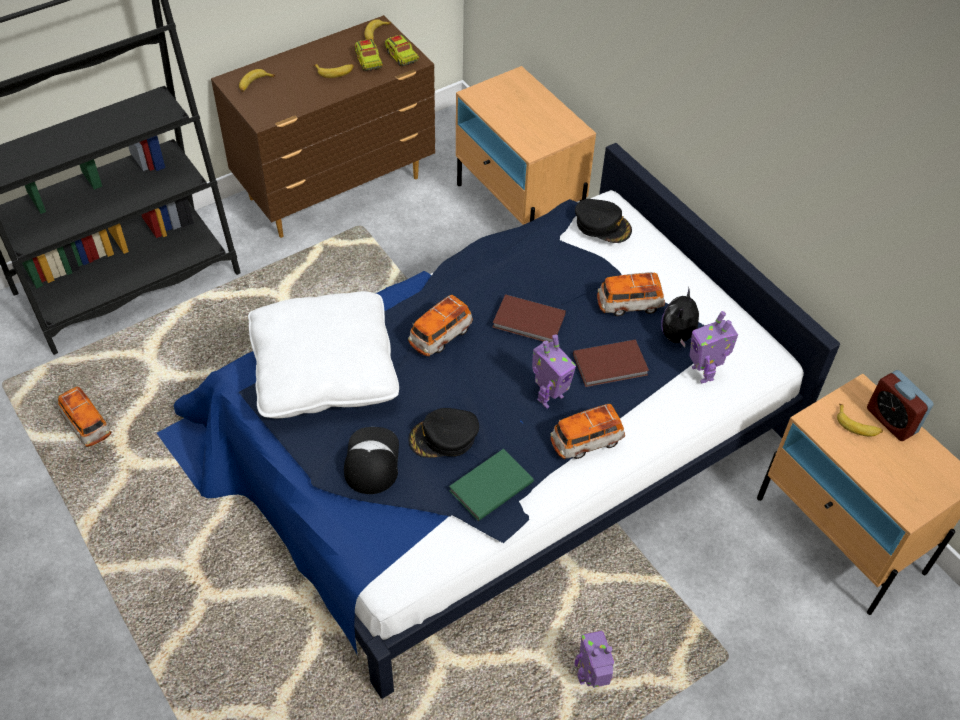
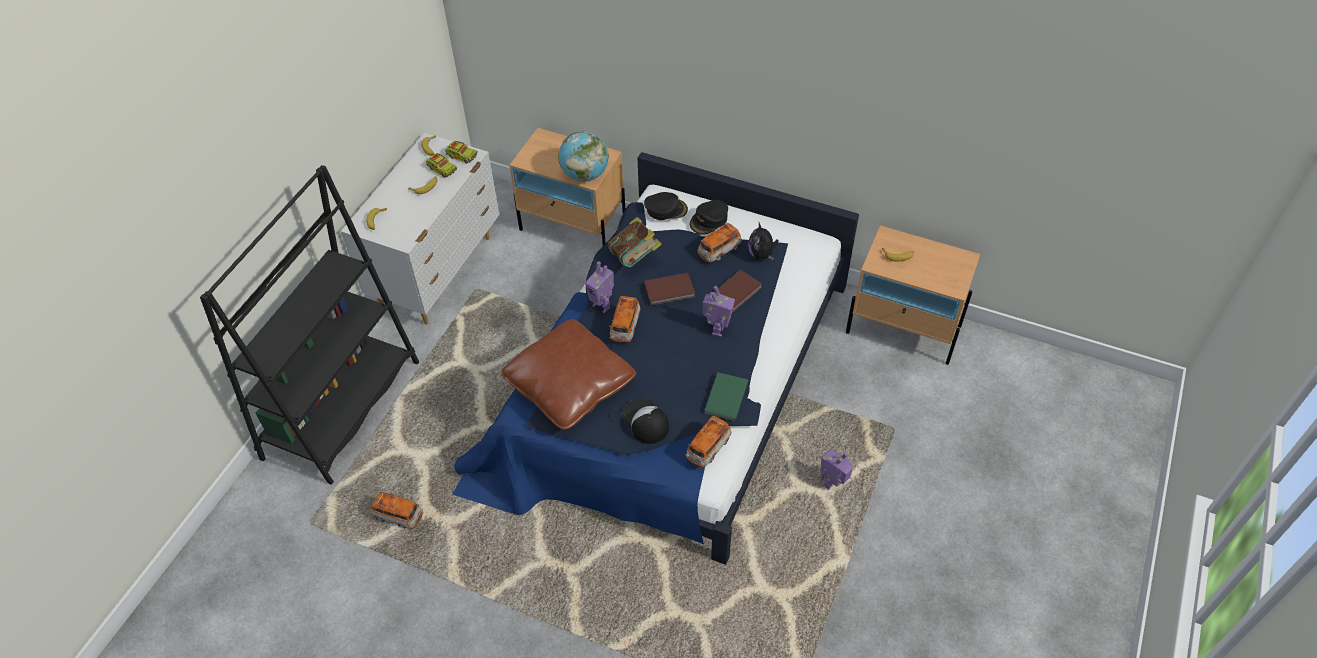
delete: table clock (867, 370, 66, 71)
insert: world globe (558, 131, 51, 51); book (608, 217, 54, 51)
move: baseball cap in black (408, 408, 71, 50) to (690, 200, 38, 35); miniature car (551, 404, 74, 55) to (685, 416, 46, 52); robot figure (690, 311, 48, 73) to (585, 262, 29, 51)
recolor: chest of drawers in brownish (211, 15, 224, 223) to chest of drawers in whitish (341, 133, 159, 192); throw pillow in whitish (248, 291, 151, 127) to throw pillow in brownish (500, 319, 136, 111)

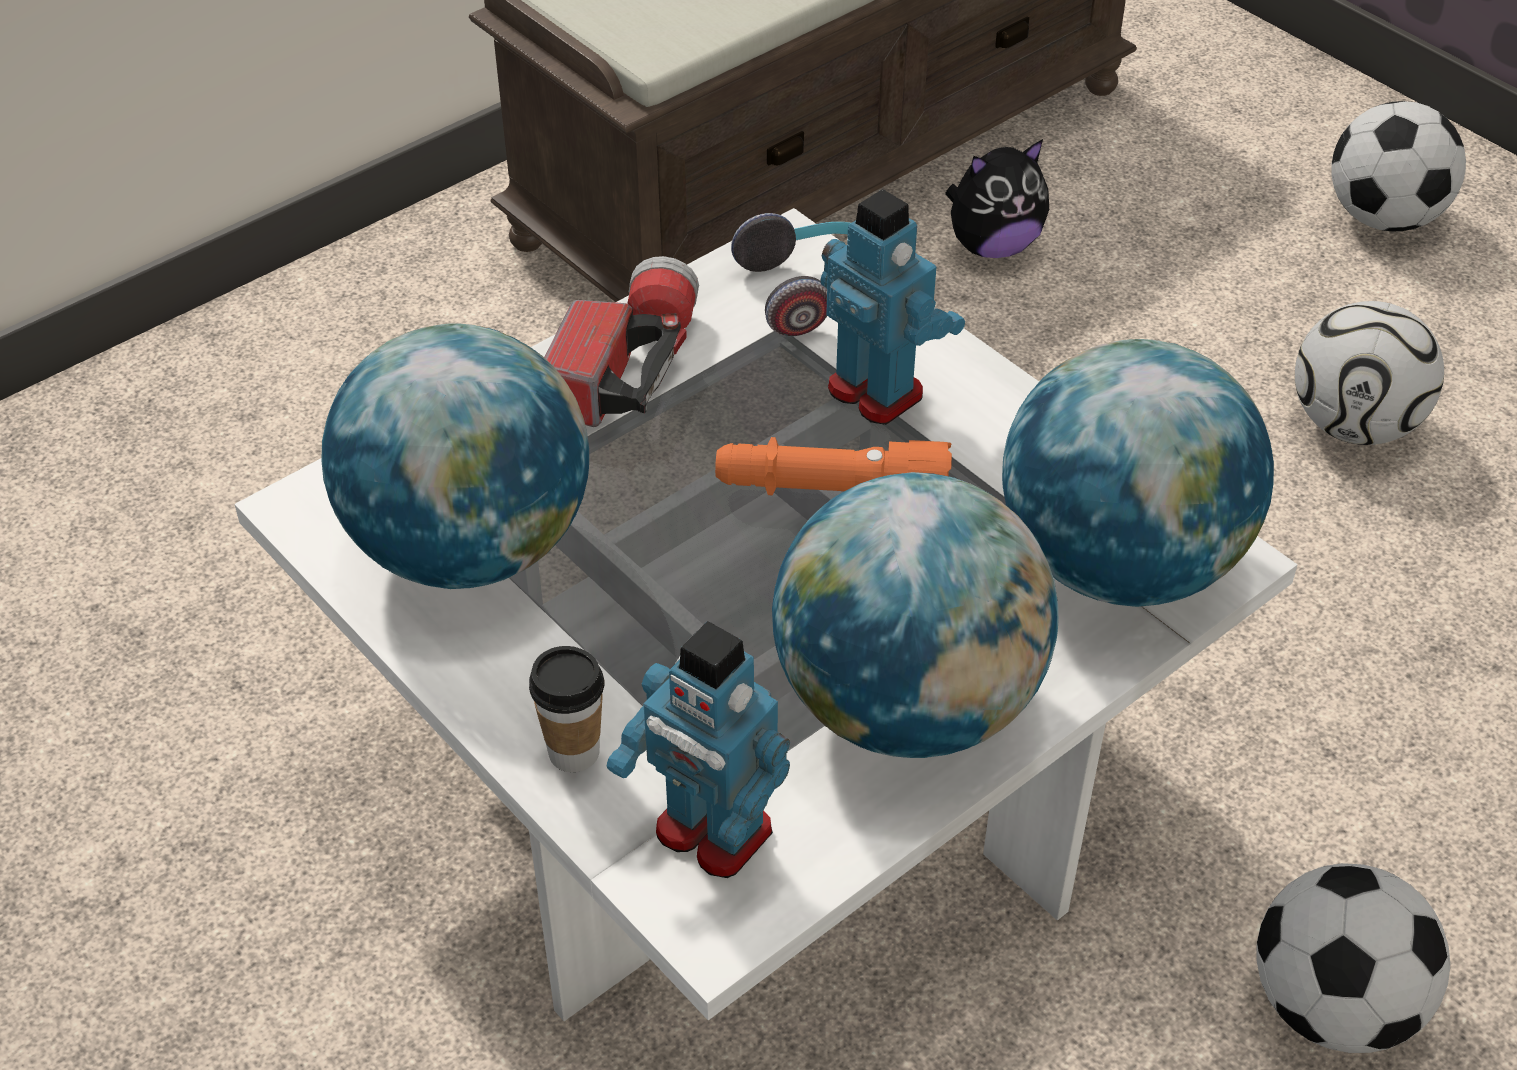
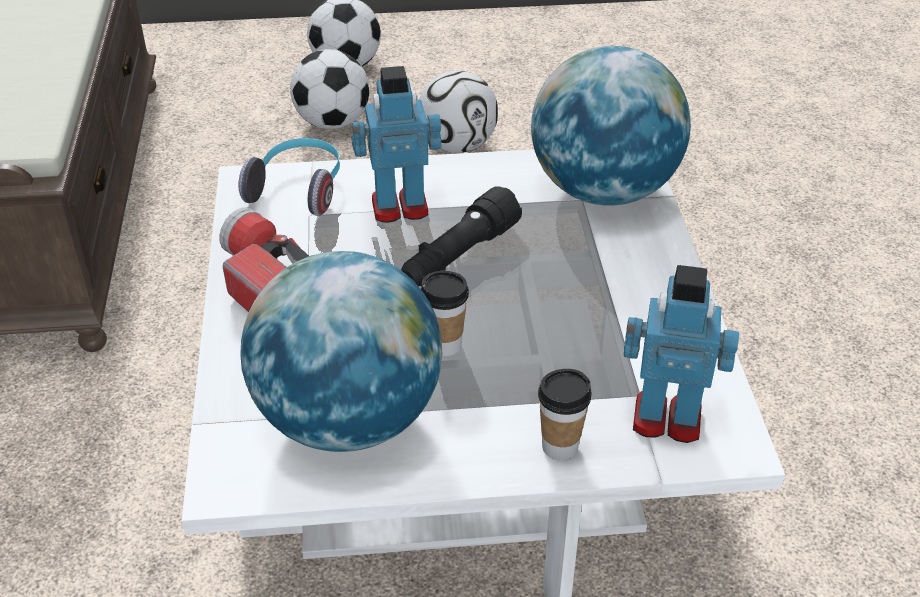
delete: world globe (772, 472, 287, 286); soft toy (945, 139, 104, 119)
insert: drinking cup (421, 271, 48, 85)
move: ball for football (1257, 863, 193, 190) to (290, 49, 79, 80)
recolor: hand torch in orange (715, 437, 237, 58) to hand torch in black (401, 186, 121, 100)
rotate: robot figure (607, 621, 183, 257) = (624, 265, 115, 178) 150 degrees counterclockwise

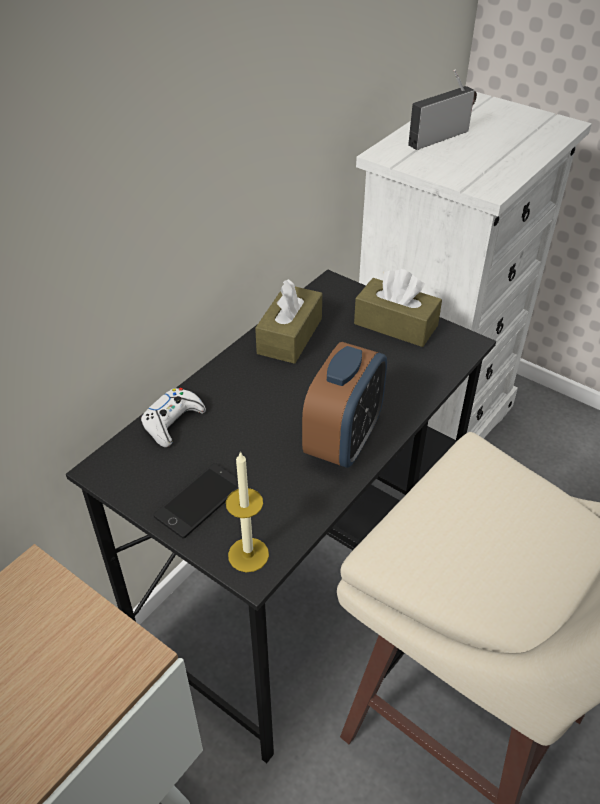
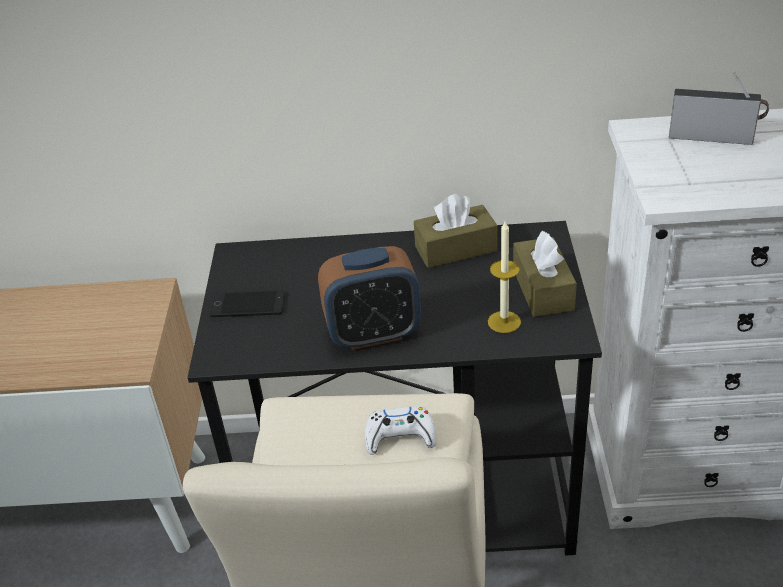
move: gamepad in whitish (141, 388, 65, 59) to (365, 406, 71, 49); candle (226, 452, 43, 120) to (488, 221, 33, 112)

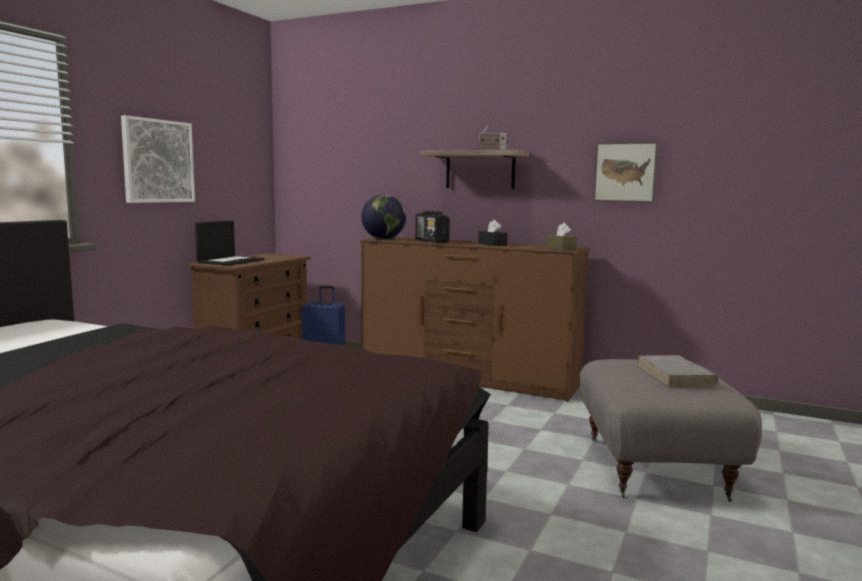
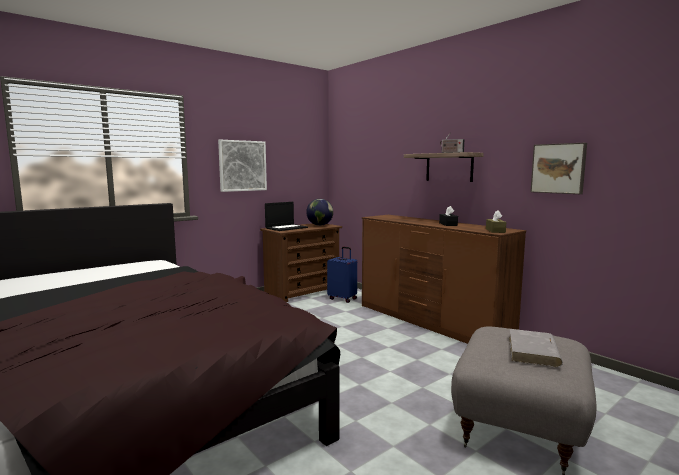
delete: radio (415, 211, 34, 32)
move: world globe (361, 195, 45, 44) to (306, 199, 27, 27)

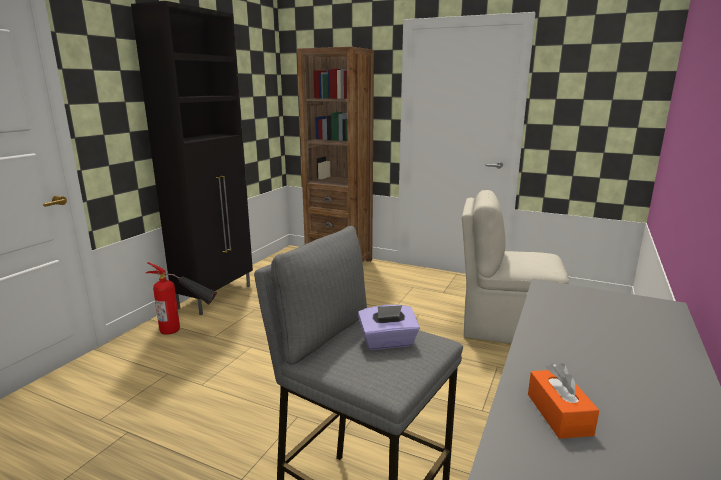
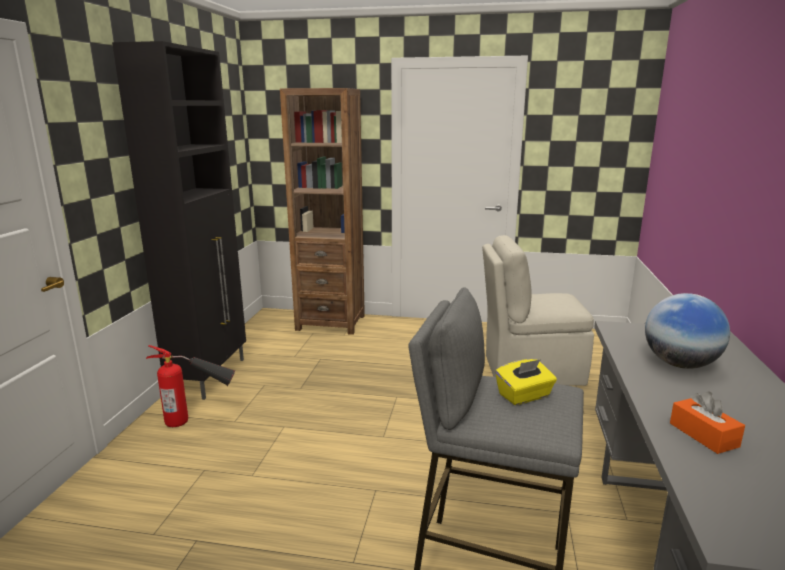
insert: world globe (645, 293, 85, 76)
recolor: tissue holder in purplish (358, 305, 62, 45) to tissue holder in yellow-coloured (495, 359, 62, 46)

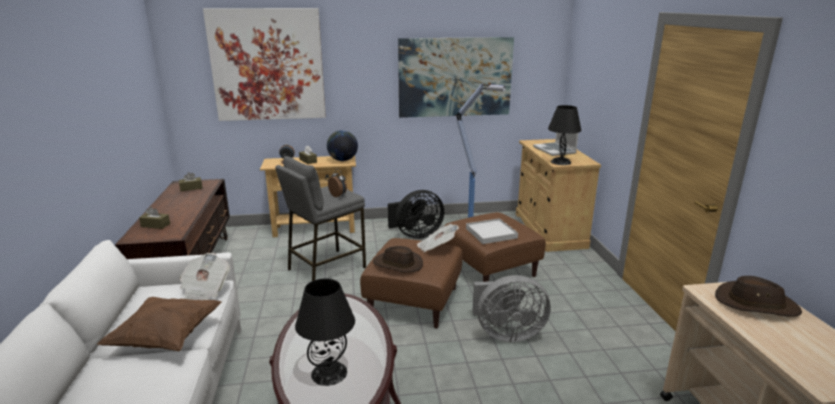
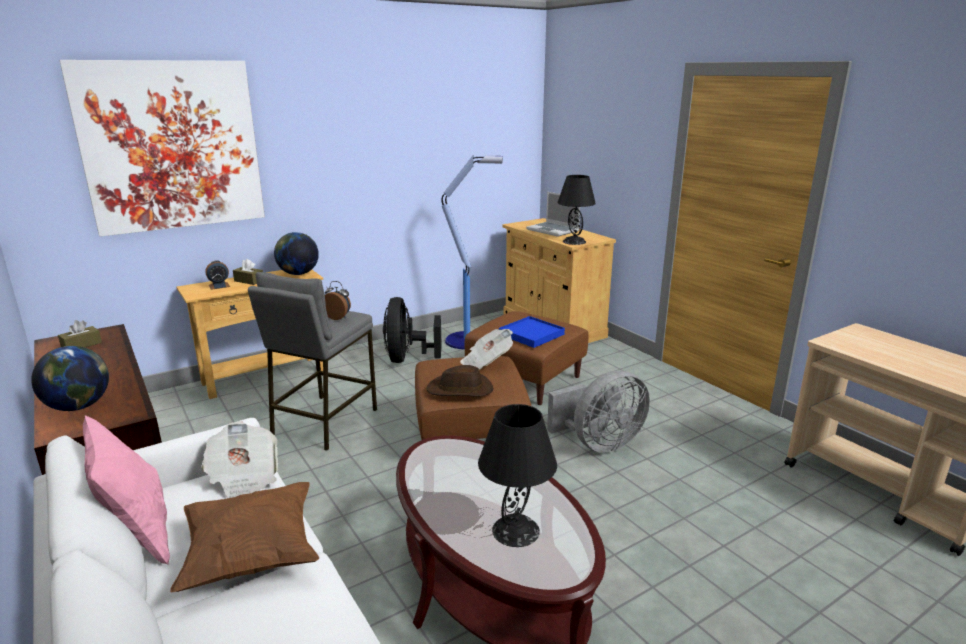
delete: wall picture (398, 37, 116, 81); wearable hat in brownish (715, 276, 87, 41)
insert: throw pillow in pinkish (83, 415, 87, 150)
replace: tissue holder in brownish (139, 207, 31, 22) to world globe (31, 346, 78, 65)
recolor: carrying tray in whitish (466, 218, 52, 26) to carrying tray in blue-coloured (499, 316, 66, 32)
rotate: electric fan in black (388, 190, 56, 49) = (383, 297, 59, 66) 135 degrees clockwise

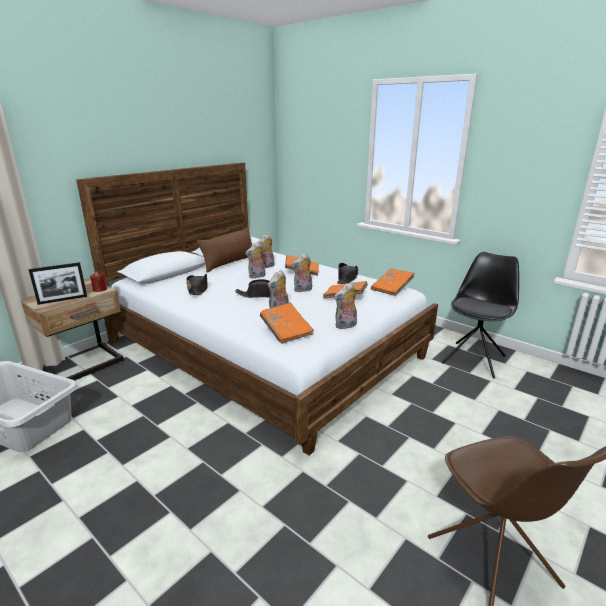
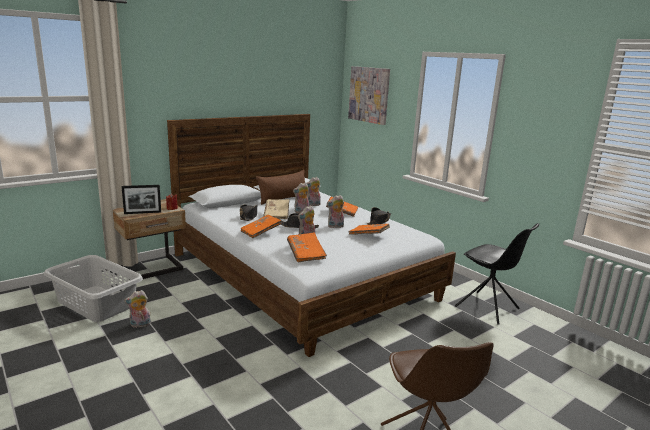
insert: book in beige (263, 199, 26, 20); wall picture (348, 66, 42, 59)
move: soft toy (334, 282, 23, 47) to (124, 290, 27, 38); book in orange (371, 268, 44, 28) to (241, 215, 41, 23)
rotate: plain chair in black (442, 252, 77, 126) = (455, 223, 84, 102) 90 degrees clockwise

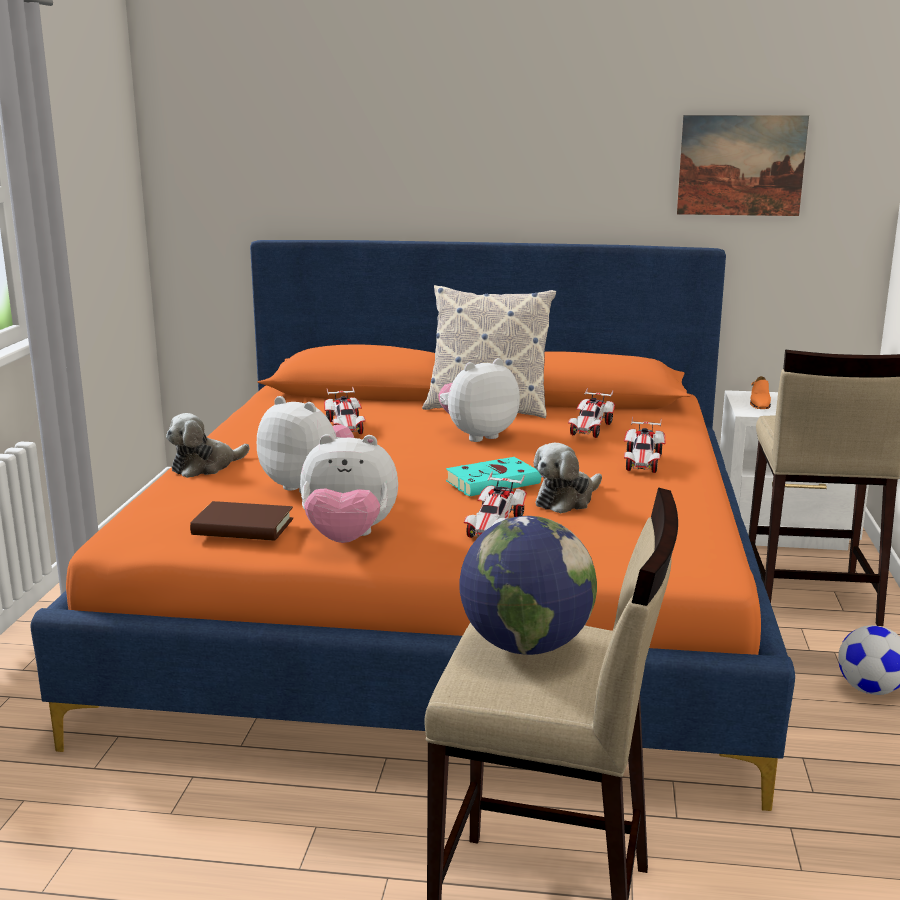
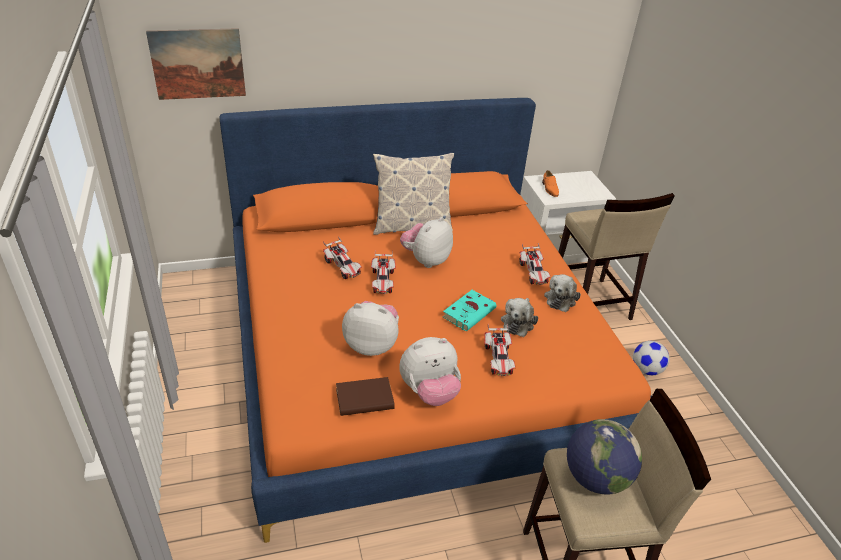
move: soft toy (166, 413, 84, 65) to (544, 274, 37, 38); miniature car (568, 388, 47, 50) to (371, 251, 25, 43); wall picture (677, 115, 132, 101) to (146, 28, 100, 72)

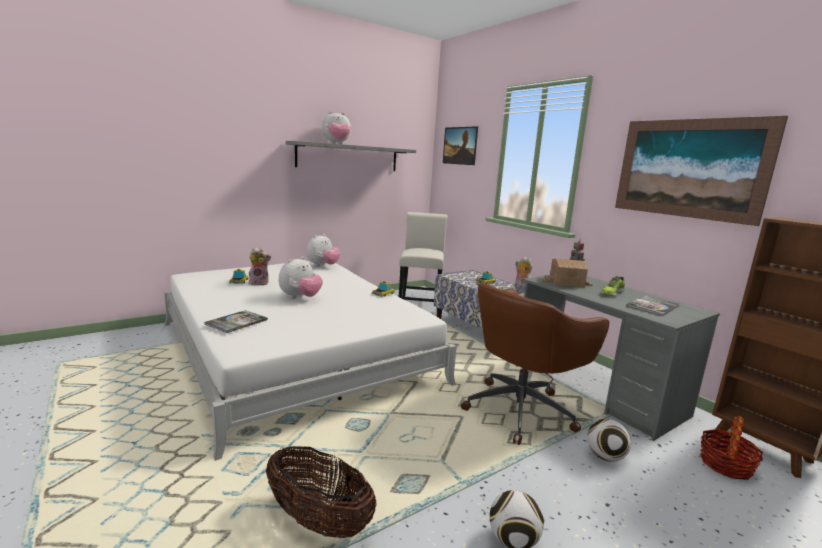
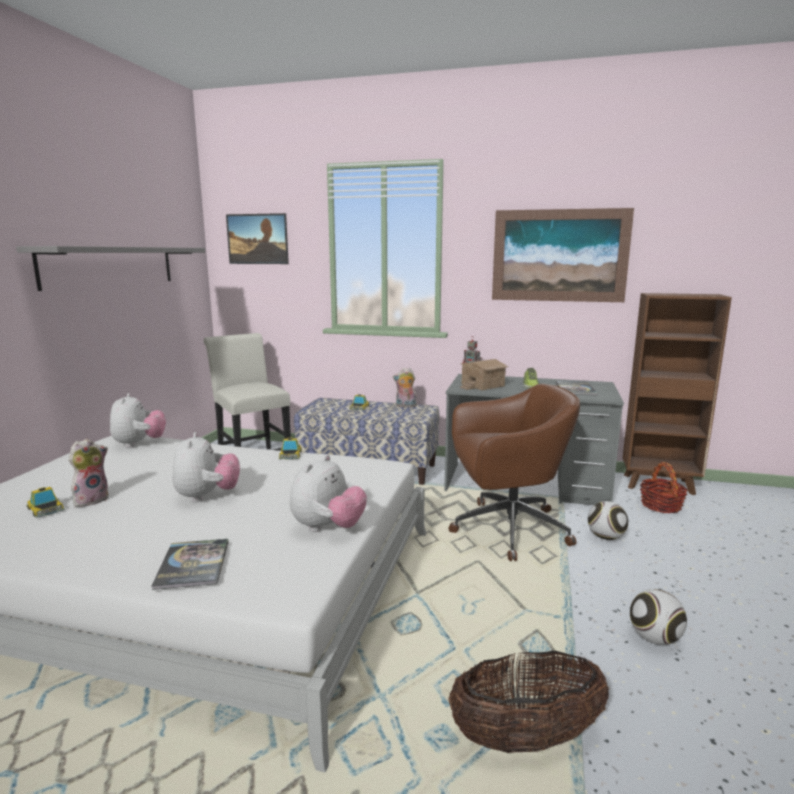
move: soft toy (322, 111, 29, 33) to (290, 455, 77, 77)
rotate: office chair in brownish (461, 283, 148, 162) = (448, 384, 132, 177) 105 degrees counterclockwise

